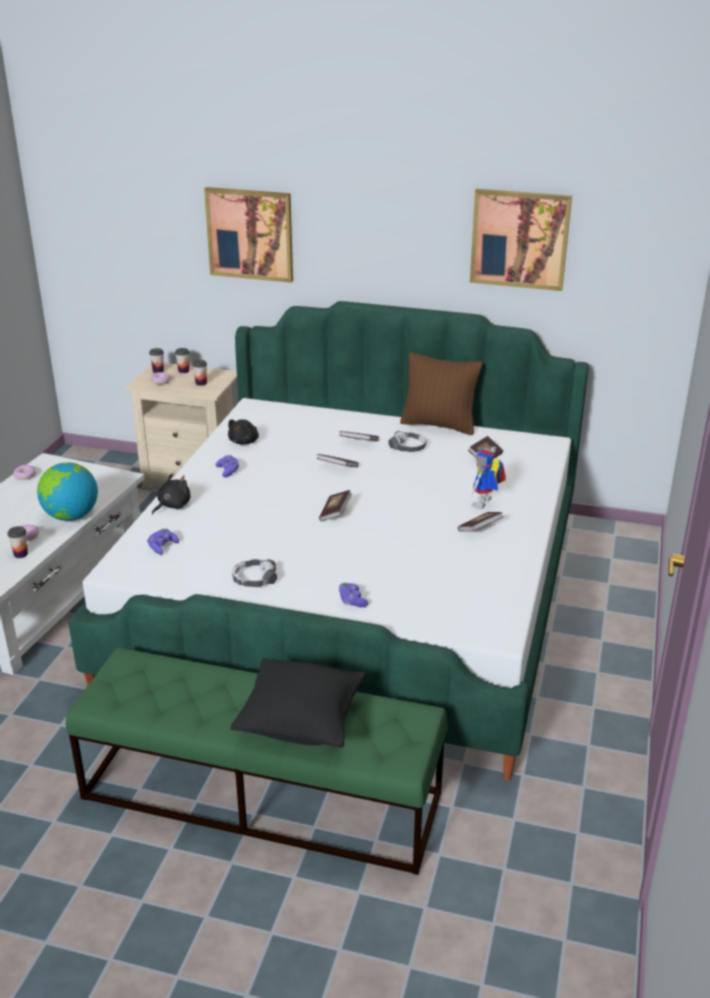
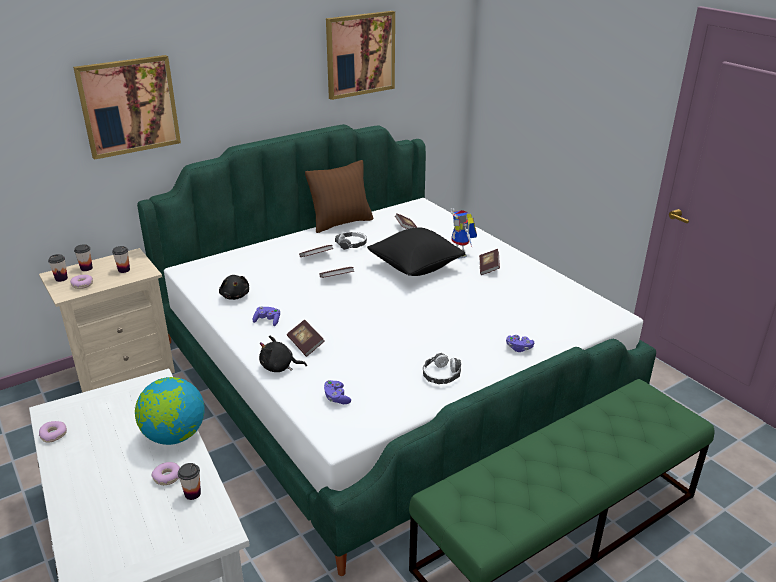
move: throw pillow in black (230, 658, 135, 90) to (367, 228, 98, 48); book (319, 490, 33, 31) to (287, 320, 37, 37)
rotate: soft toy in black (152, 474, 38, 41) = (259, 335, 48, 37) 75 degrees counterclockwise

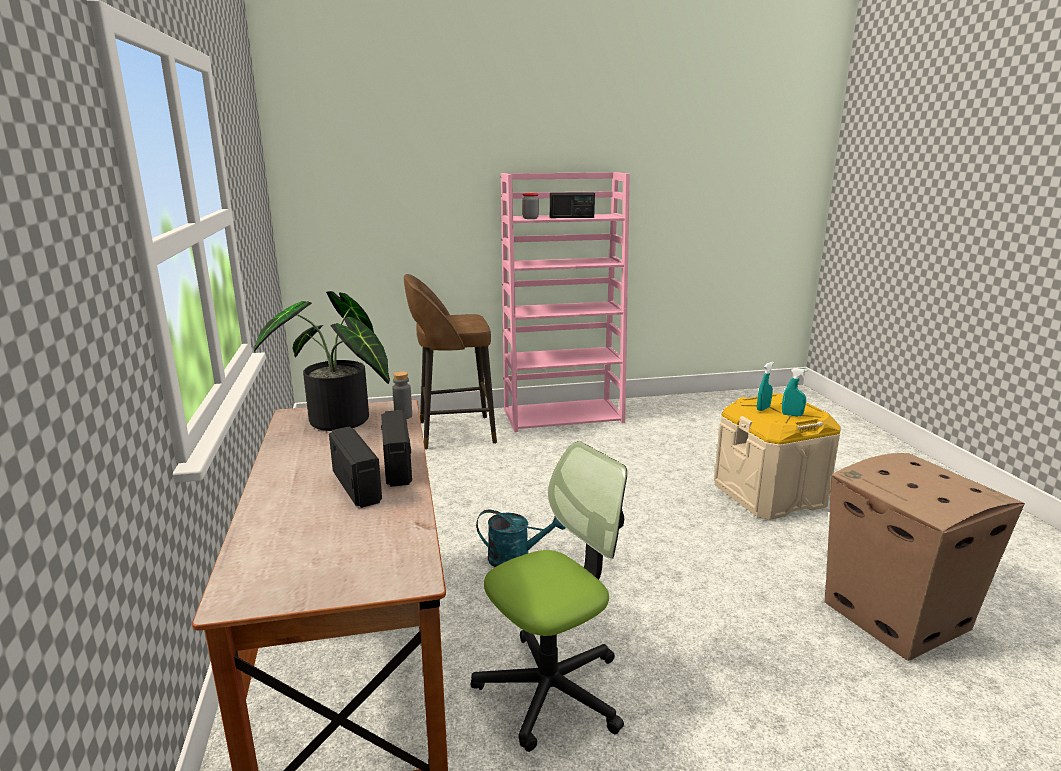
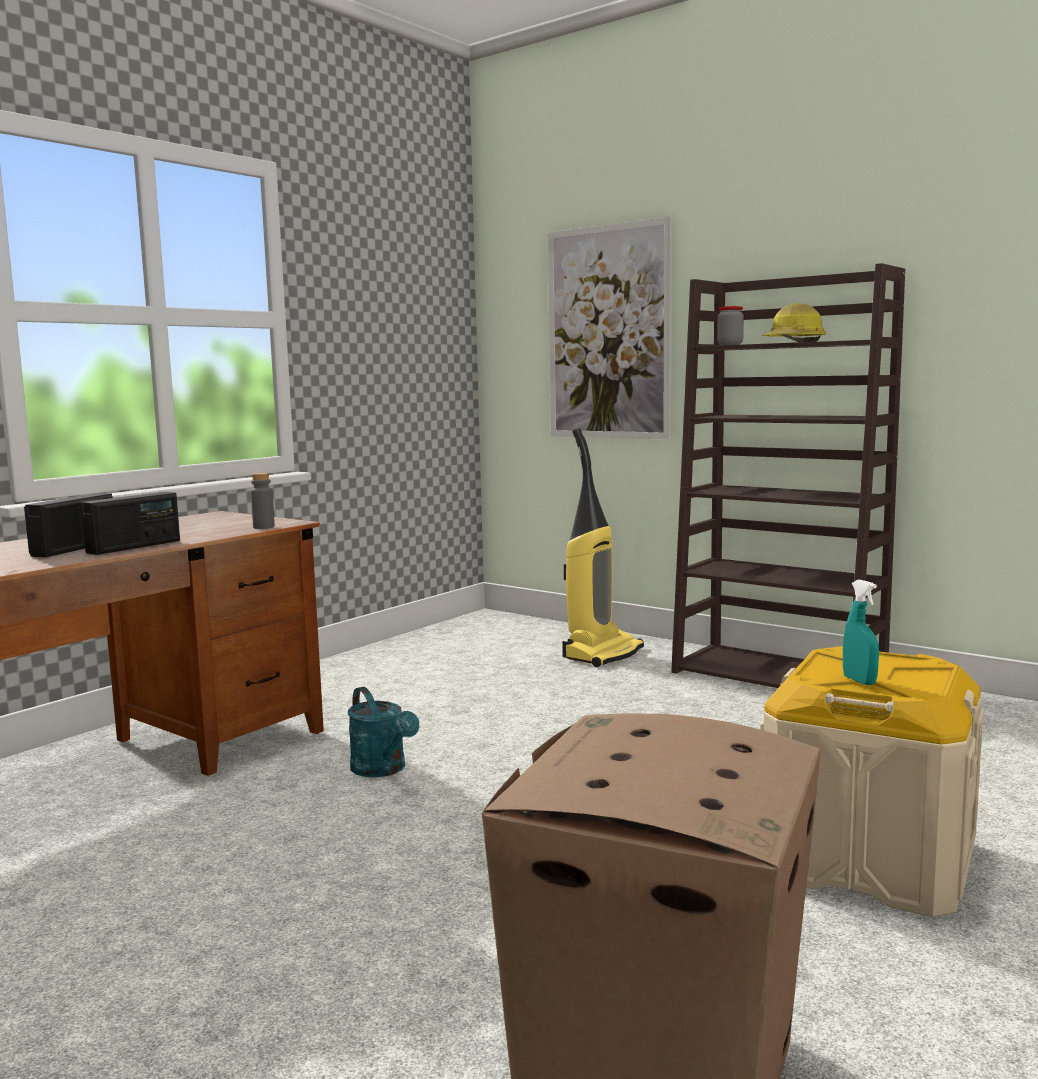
delete: houseplant (254, 291, 136, 140); office chair (471, 441, 156, 311); sprayer in turquoise (757, 362, 17, 49)
insert: wall picture (548, 217, 124, 222)
replace: stool in brownish (404, 274, 93, 176) to hoover (562, 428, 82, 239); radio (550, 192, 45, 26) to work helmet (762, 303, 64, 39)
recolor: bookcase in pinkish (501, 172, 129, 260) to bookcase in brownish (671, 263, 234, 425)

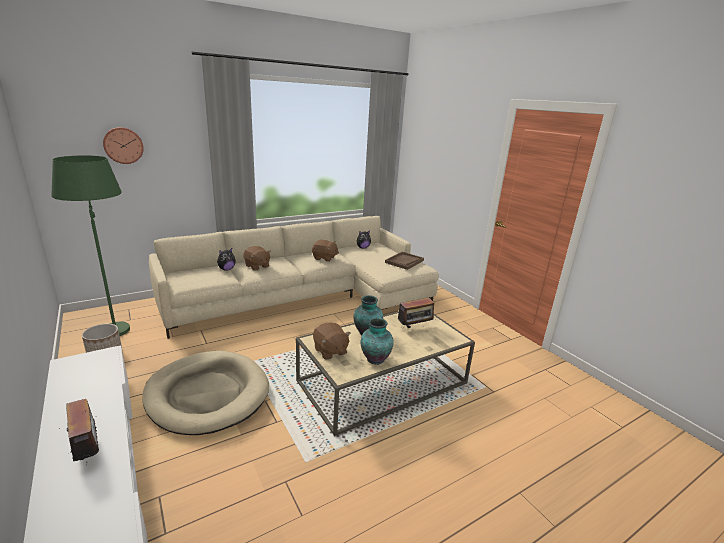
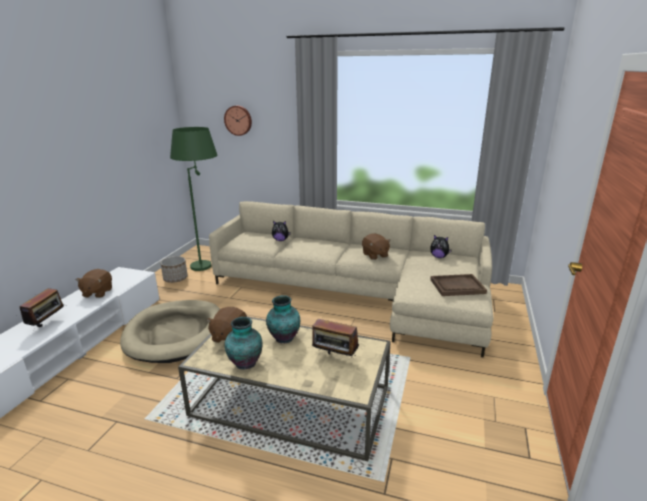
move: soft toy in brownish (244, 246, 27, 25) to (76, 269, 36, 29)

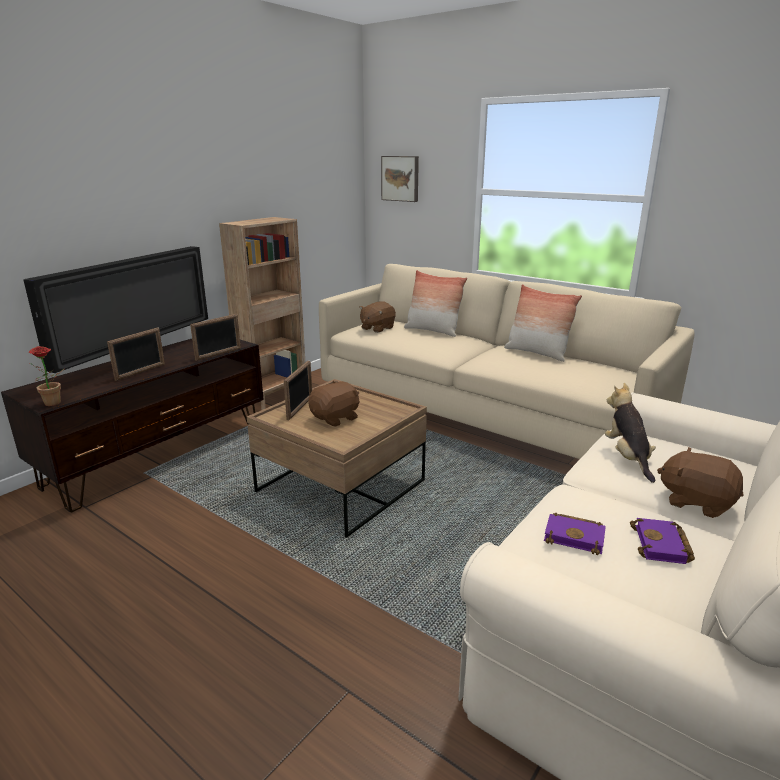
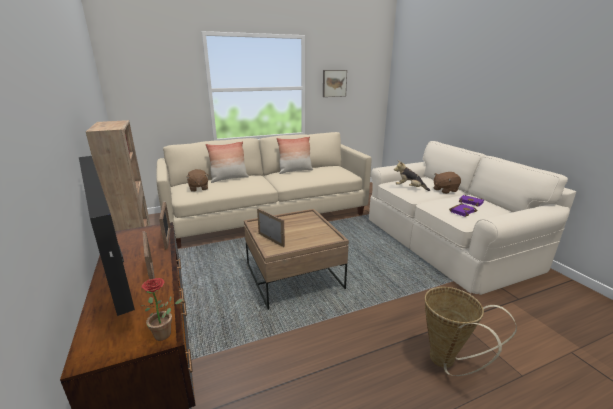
delete: soft toy in brownish (308, 381, 52, 46)
insert: household basket (425, 287, 92, 89)
move: wall picture (381, 156, 38, 46) to (323, 70, 24, 27)

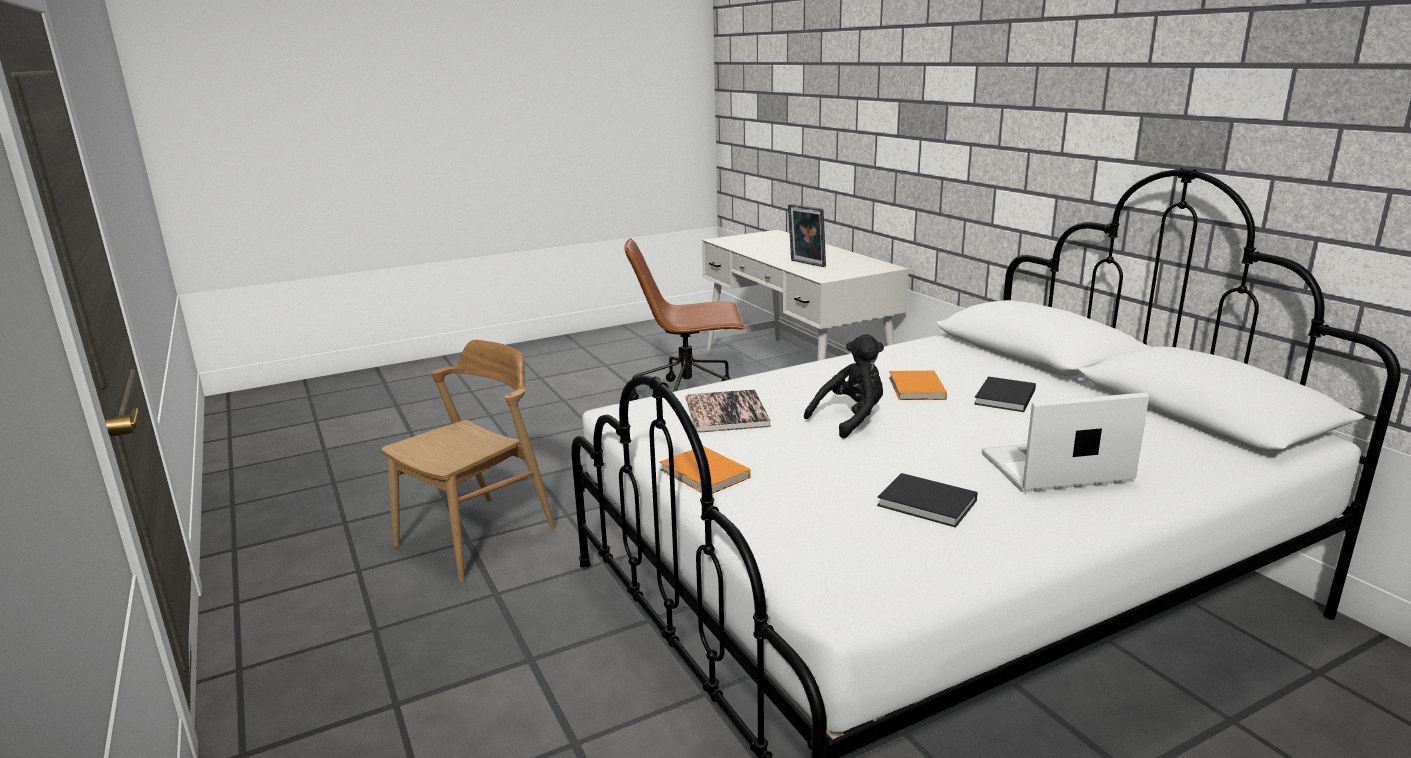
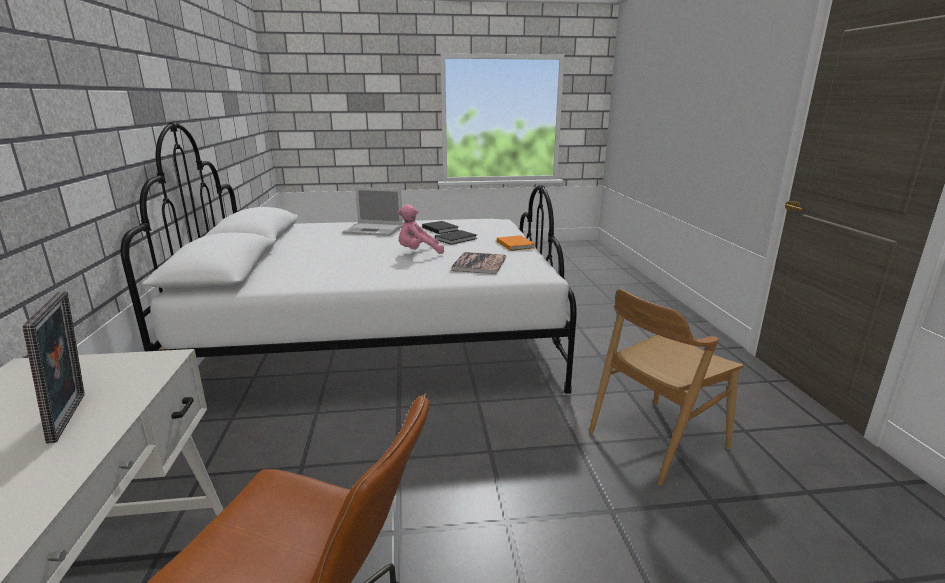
delete: book in orange (889, 371, 58, 29)
move: book in black (974, 377, 62, 35) to (435, 230, 42, 15)
recolor: soft toy in black (804, 334, 80, 104) to soft toy in pinkish (397, 204, 47, 50)

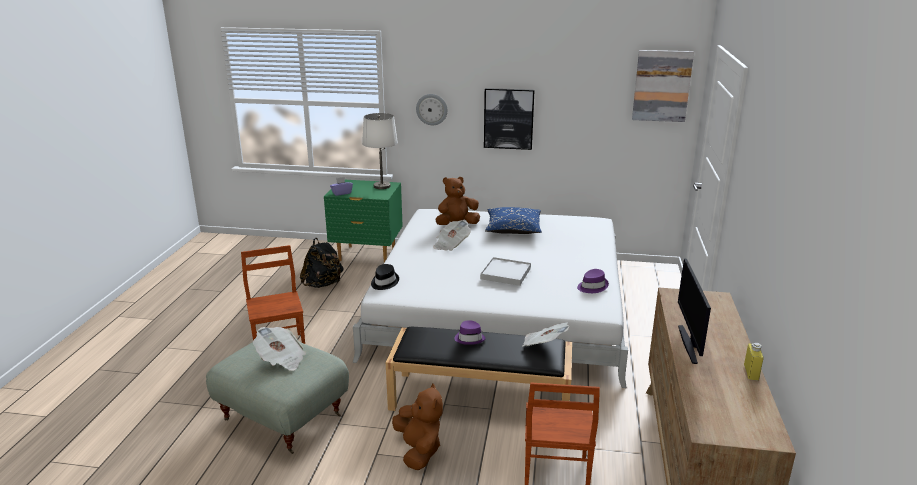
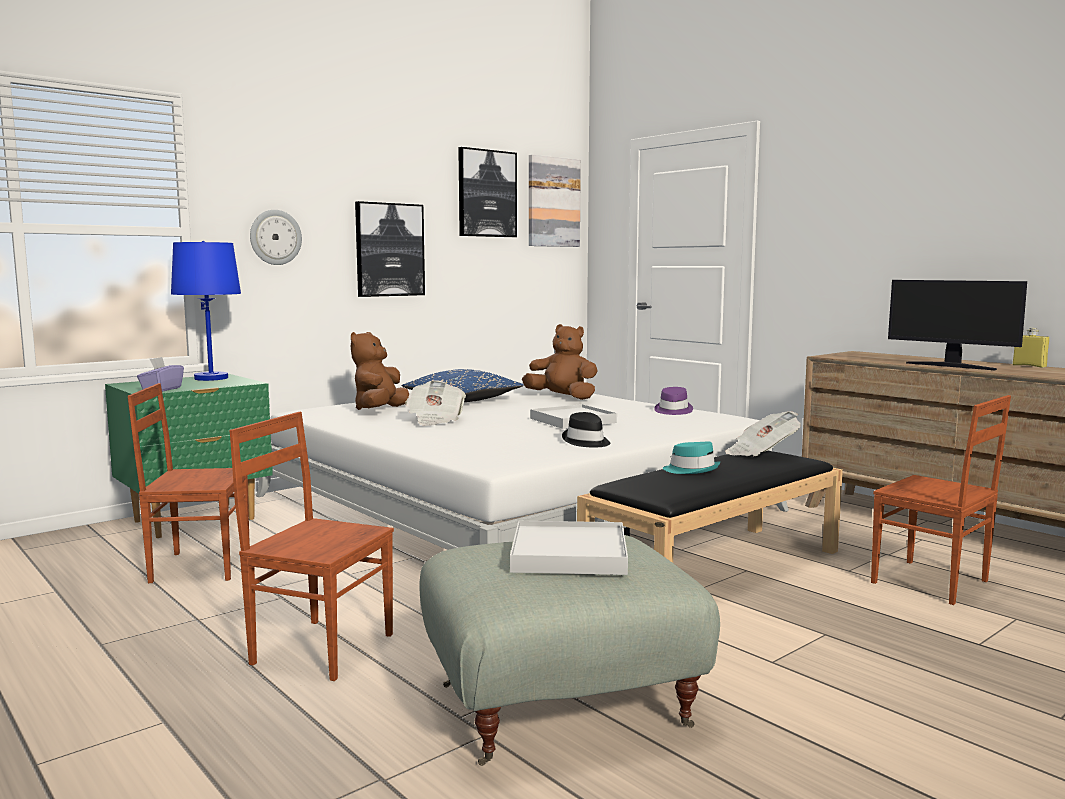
insert: wall picture (458, 147, 59, 90)
move: wearable hat in black (371, 264, 28, 26) to (562, 412, 48, 35); soft toy in brownish (392, 383, 51, 87) to (522, 324, 76, 76)
replace: printed paper (253, 327, 53, 44) to carrying tray in whitish (510, 521, 118, 54); rucksack in black (300, 238, 44, 50) to plain chair in brownish (127, 383, 123, 200)
recolor: lamp for a table in whitish (362, 113, 36, 76) to lamp for a table in blue-coloured (171, 241, 70, 140); wearable hat in purplish (454, 320, 32, 25) to wearable hat in turquoise (663, 442, 57, 32)

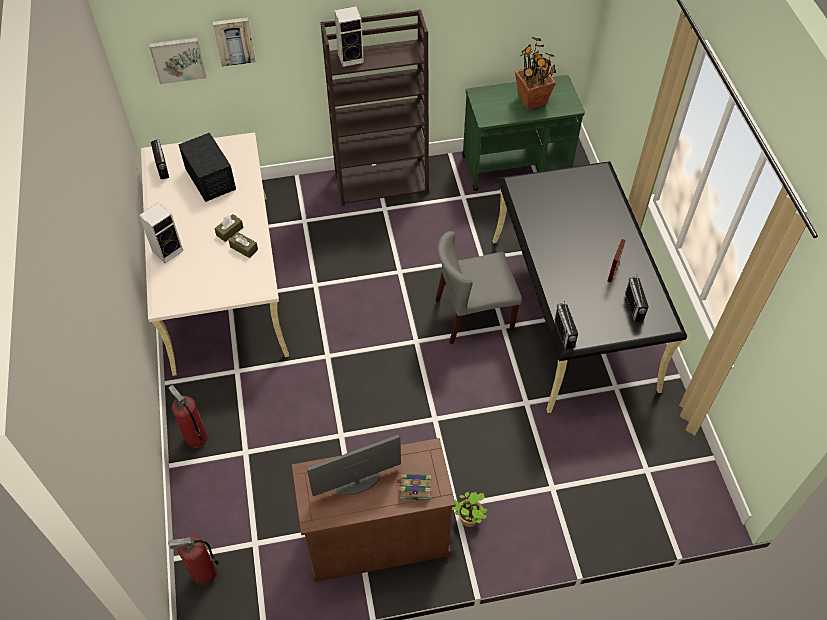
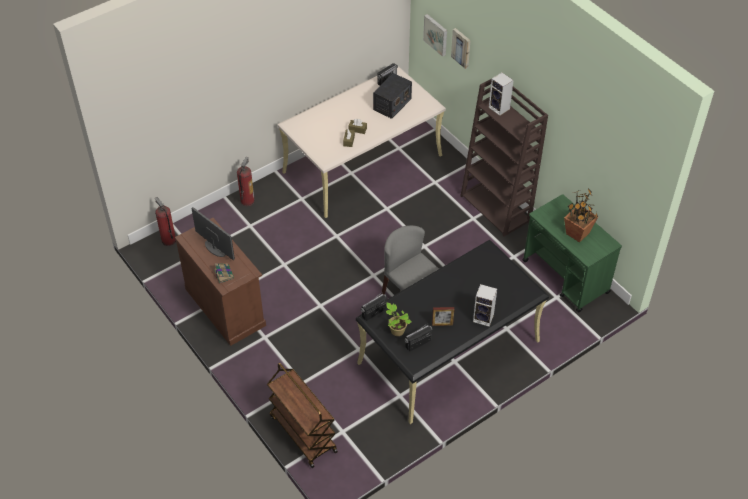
insert: wheeled cart in brownish (267, 363, 71, 105)
move: loudspeaker (139, 202, 44, 61) to (473, 284, 24, 43); houseplant (452, 492, 35, 35) to (386, 303, 25, 33)

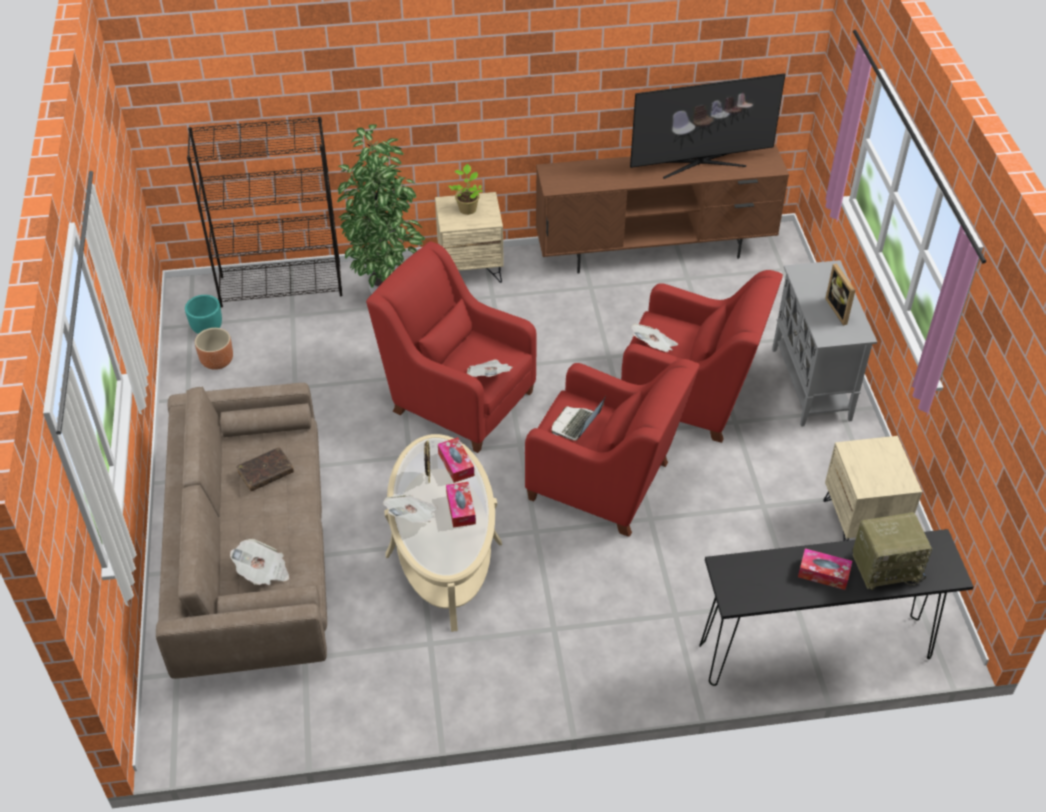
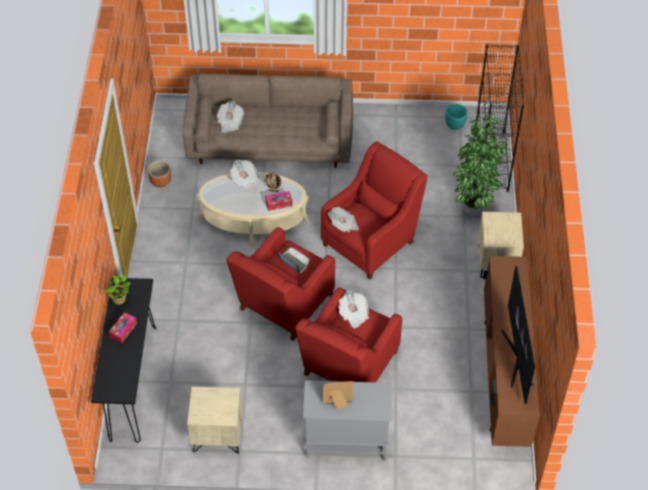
delete: book in brownish (236, 447, 58, 44); tissue holder (446, 482, 30, 46); radio (852, 512, 80, 78)
move: plant pot in brownish (195, 328, 38, 42) to (148, 161, 23, 26); houseplant (448, 164, 35, 51) to (103, 275, 28, 30)

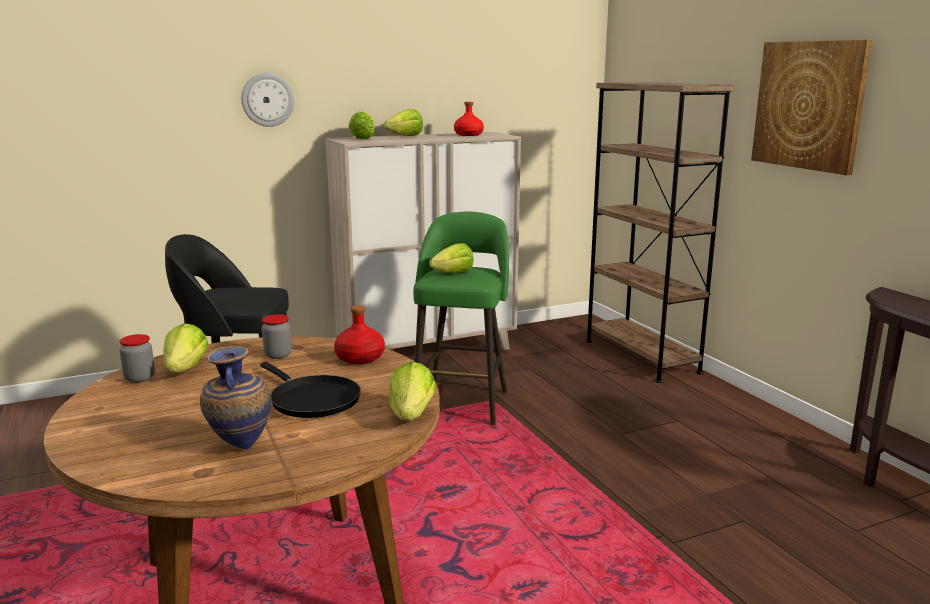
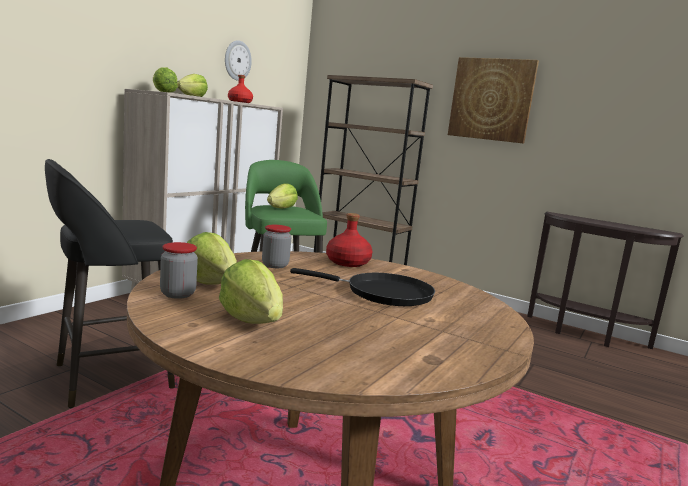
delete: flower vase (200, 346, 71, 104)
move: hanging clock (241, 73, 53, 54) to (225, 40, 27, 41); lettuce (389, 361, 47, 60) to (219, 259, 64, 65)

